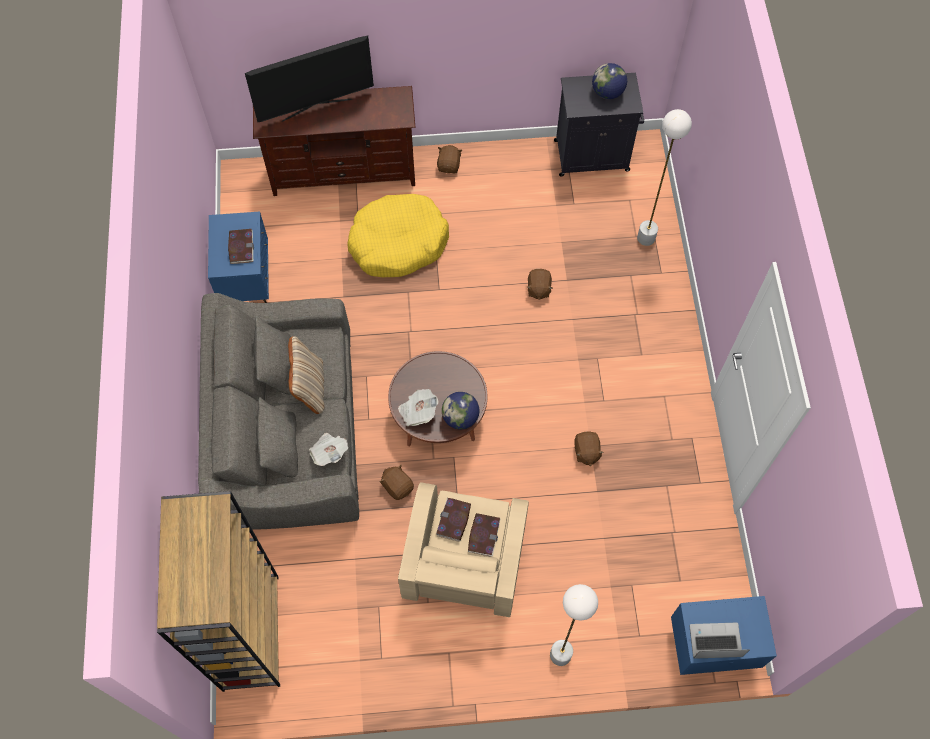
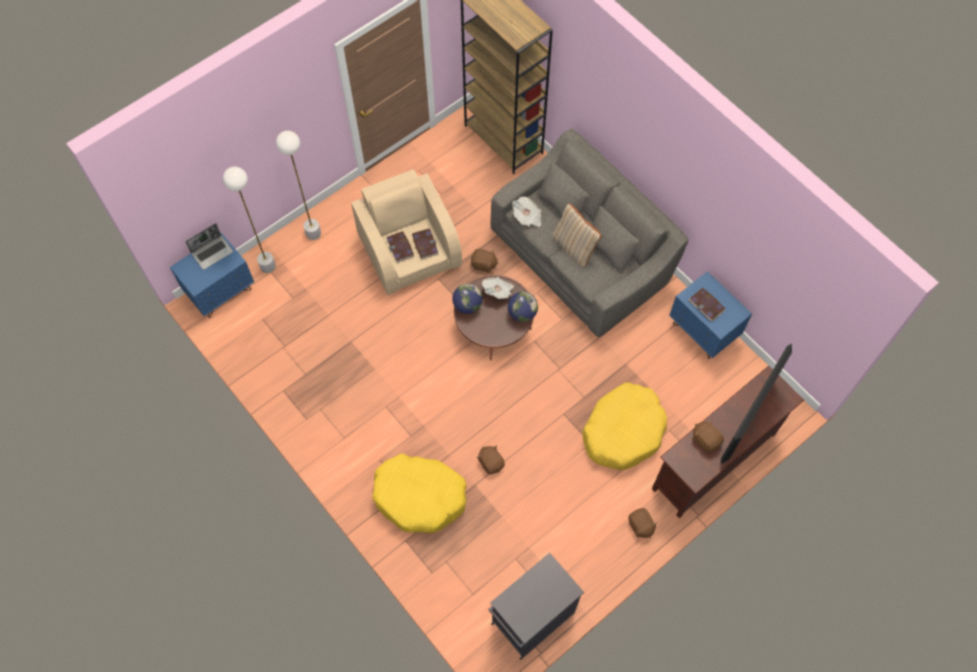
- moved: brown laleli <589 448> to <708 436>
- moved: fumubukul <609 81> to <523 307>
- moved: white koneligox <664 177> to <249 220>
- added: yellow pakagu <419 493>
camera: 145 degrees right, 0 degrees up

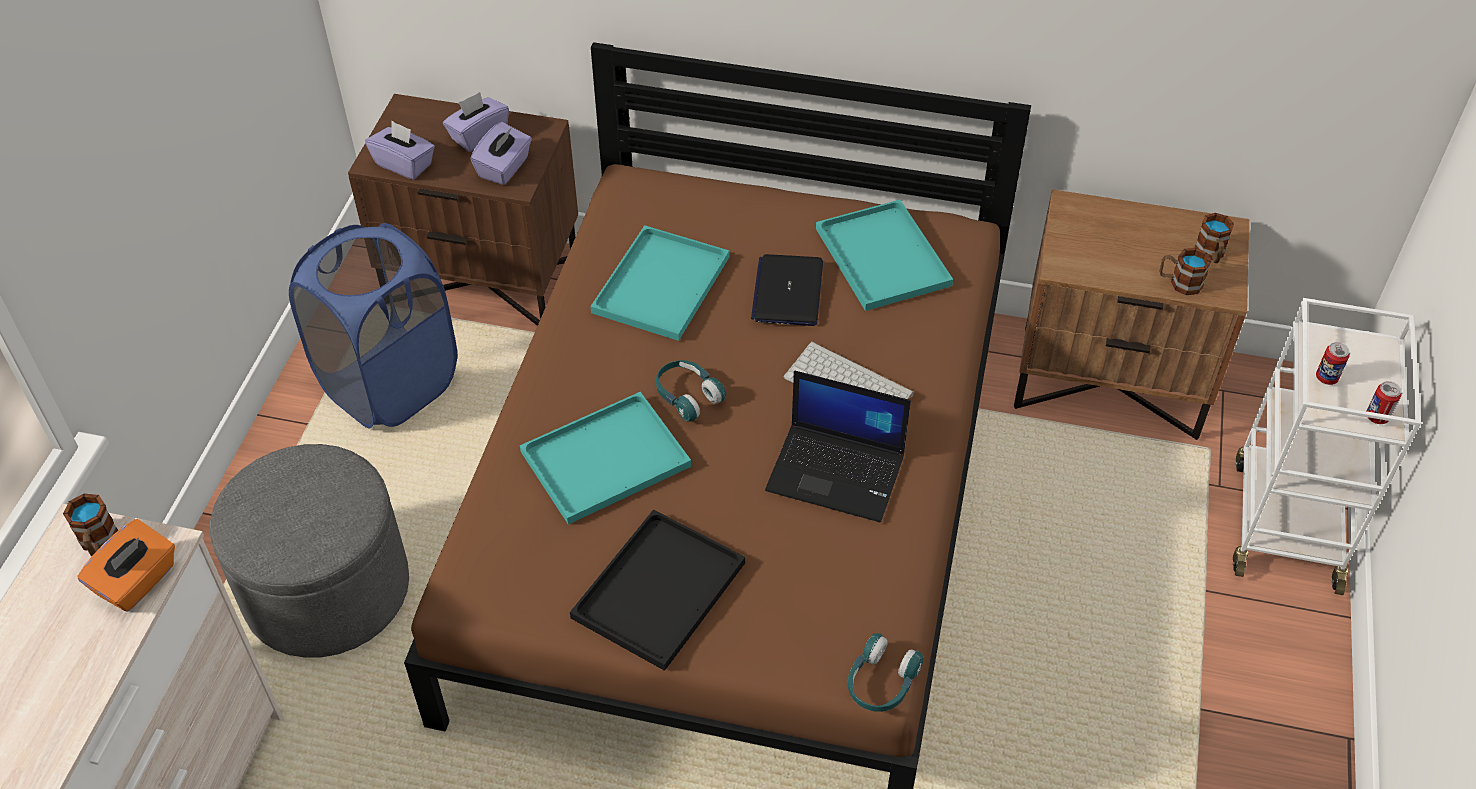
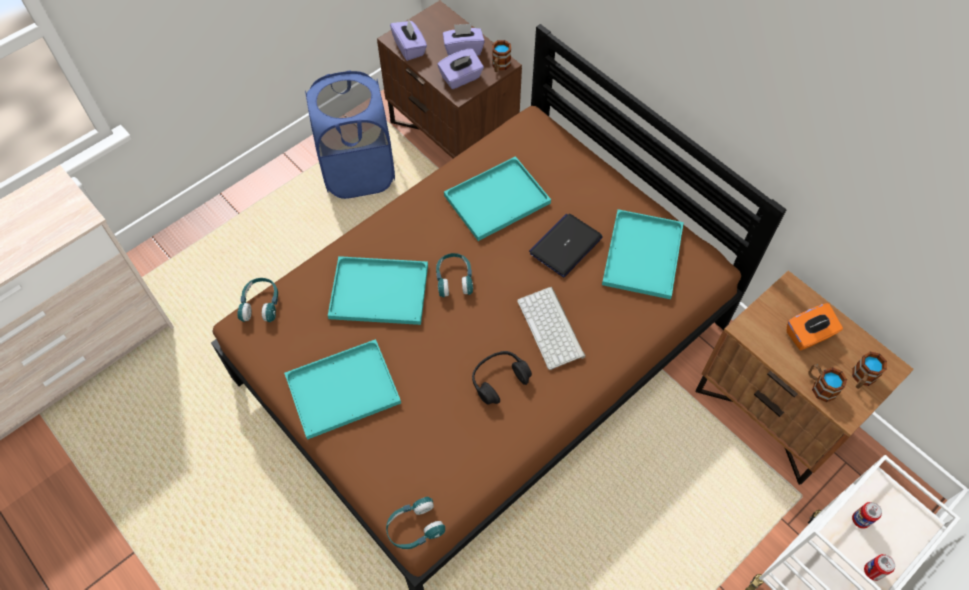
- moved: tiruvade <90 525> to <501 56>
- moved: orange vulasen <126 565> to <815 326>
- removed: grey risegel <309 551>
- recoloured: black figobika <657 590> to turquoise figobika <342 389>
- replaced: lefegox <838 446> to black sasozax <502 378>
- added: turquoise sasozax <257 300>
camera: 35 degrees right, 10 degrees up

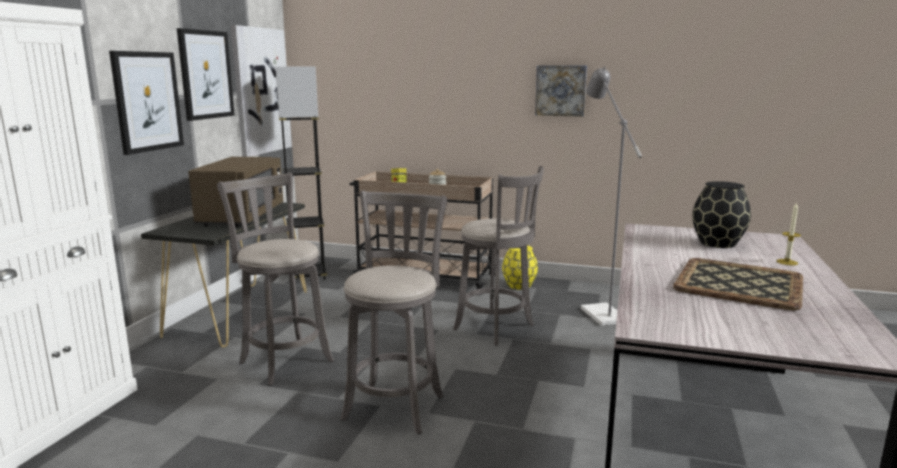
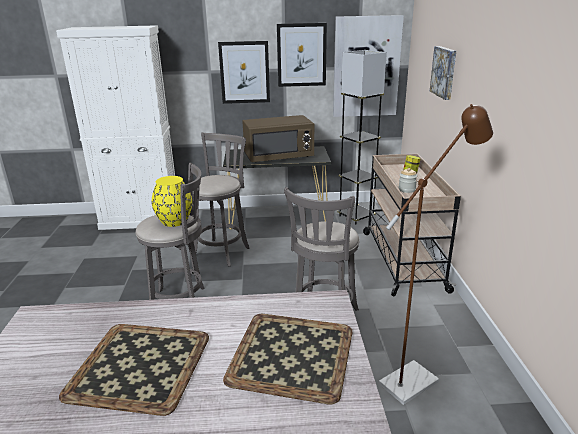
- moved: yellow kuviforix <520 268> to <172 201>
- moved: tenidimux <561 91> to <443 73>
- recoloured: grey koneligox <611 196> to brown koneligox <436 254>
- replaced: black kuviforix <721 214> to figobika <288 359>
- removed: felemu <789 233>
camera: 70 degrees right, 10 degrees up

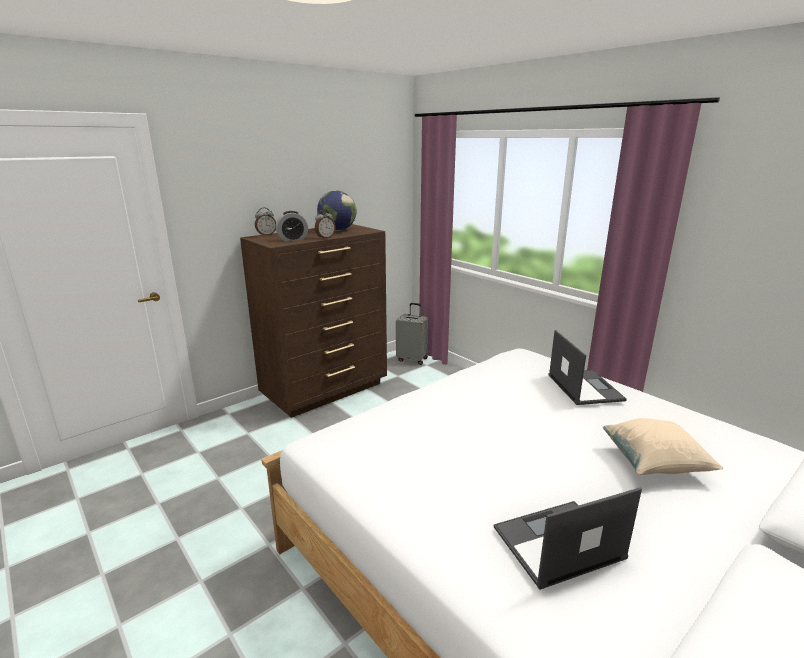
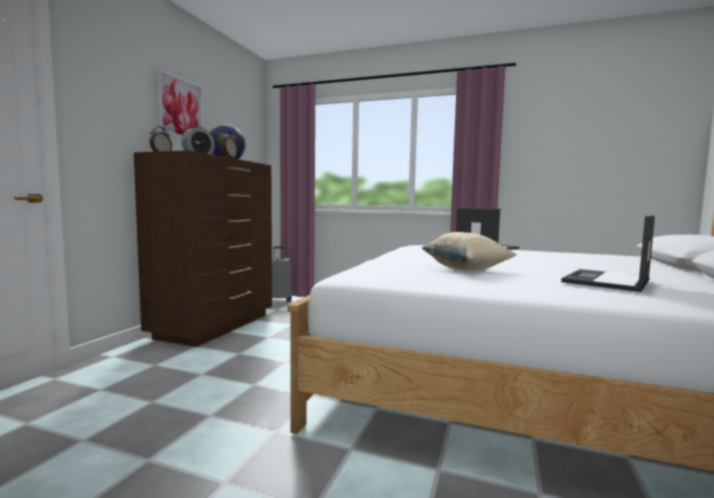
- moved: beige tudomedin <663 446> to <469 251>
- added: tenidimux <180 103>
camera: 30 degrees left, 15 degrees down

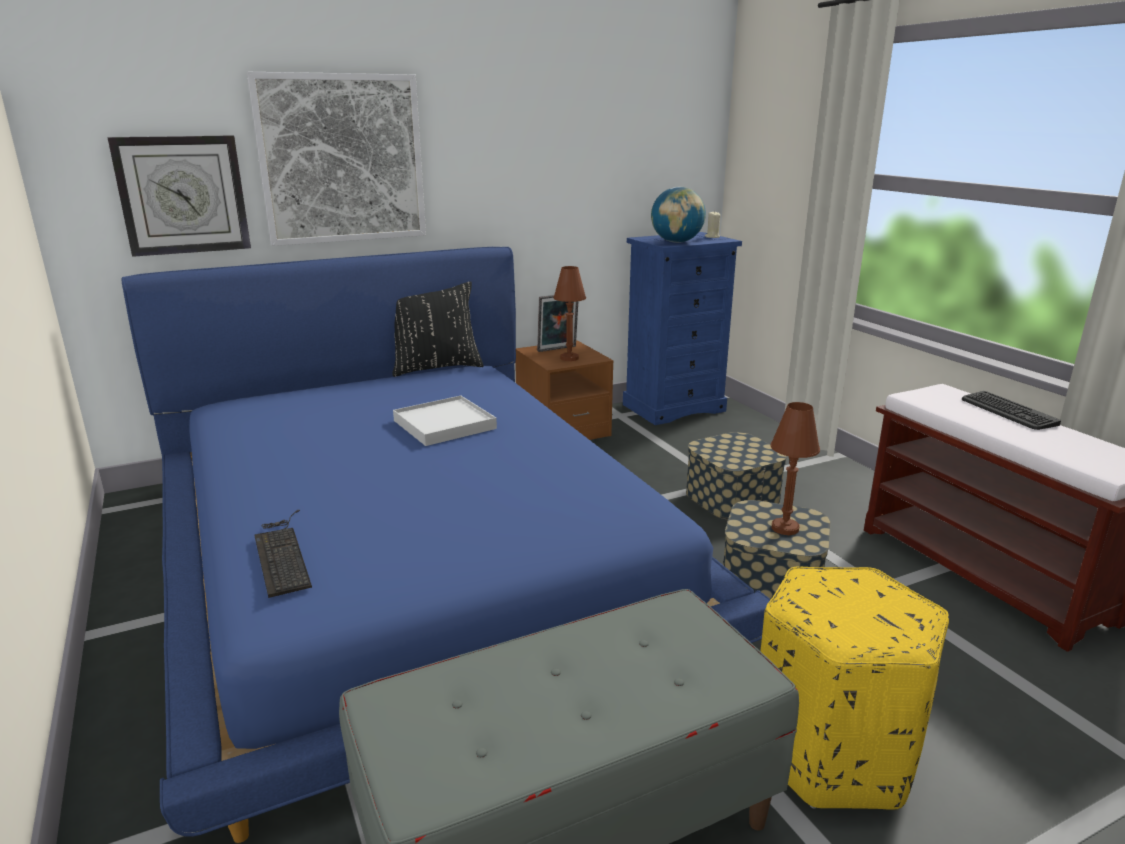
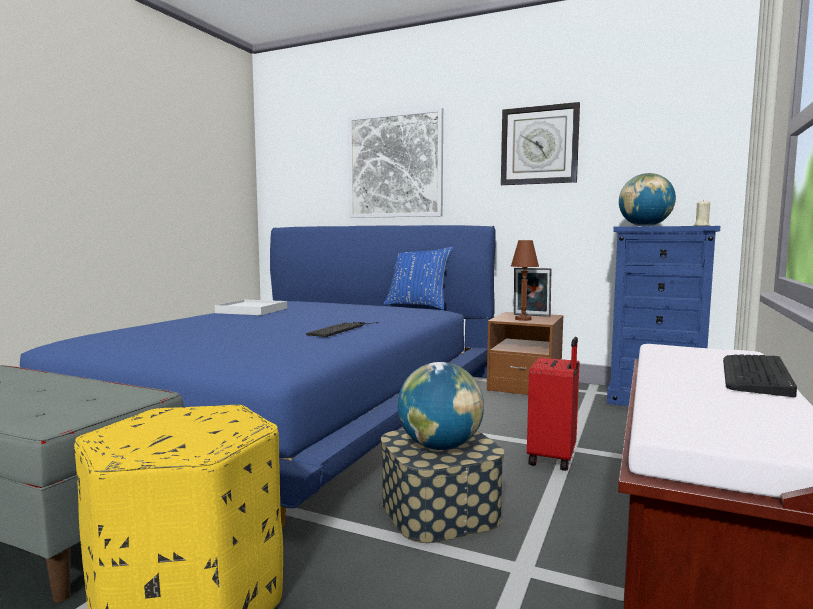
- moved: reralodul <179 196> to <540 143>
- moved: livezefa <283 554> to <342 329>
- recoloured: black tudomedin <438 329> to blue tudomedin <418 278>
- moved: white figobika <445 420> to <251 307>
- replaced: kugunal <736 476> to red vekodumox <553 404>
- replaced: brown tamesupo <795 468> to fumubukul <440 406>
camera: 50 degrees right, 15 degrees down

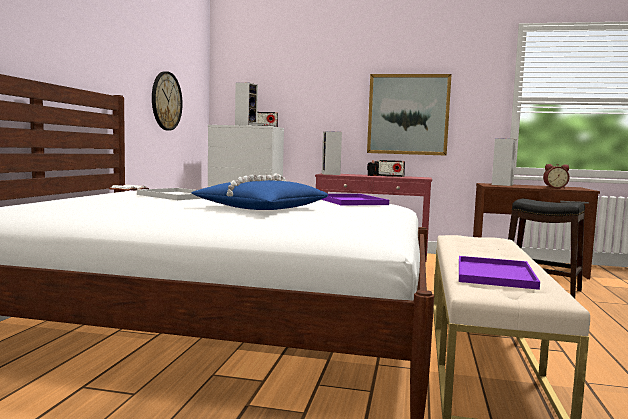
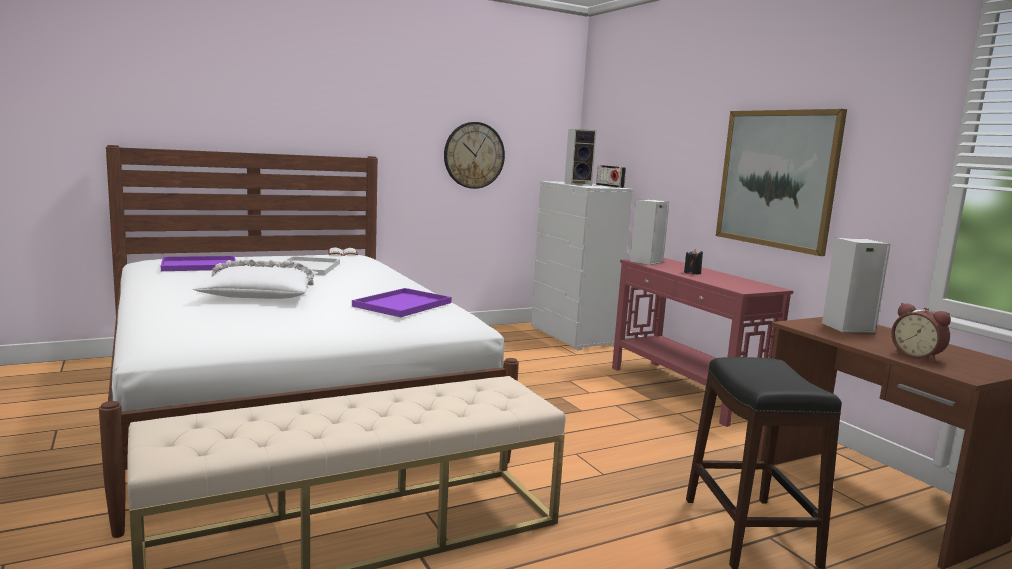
- recoloured: blue tudomedin <260 191> to white tudomedin <255 279>
- removed: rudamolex <391 168>
- moved: purple figobika <499 273> to <198 263>
camera: 50 degrees right, 5 degrees up

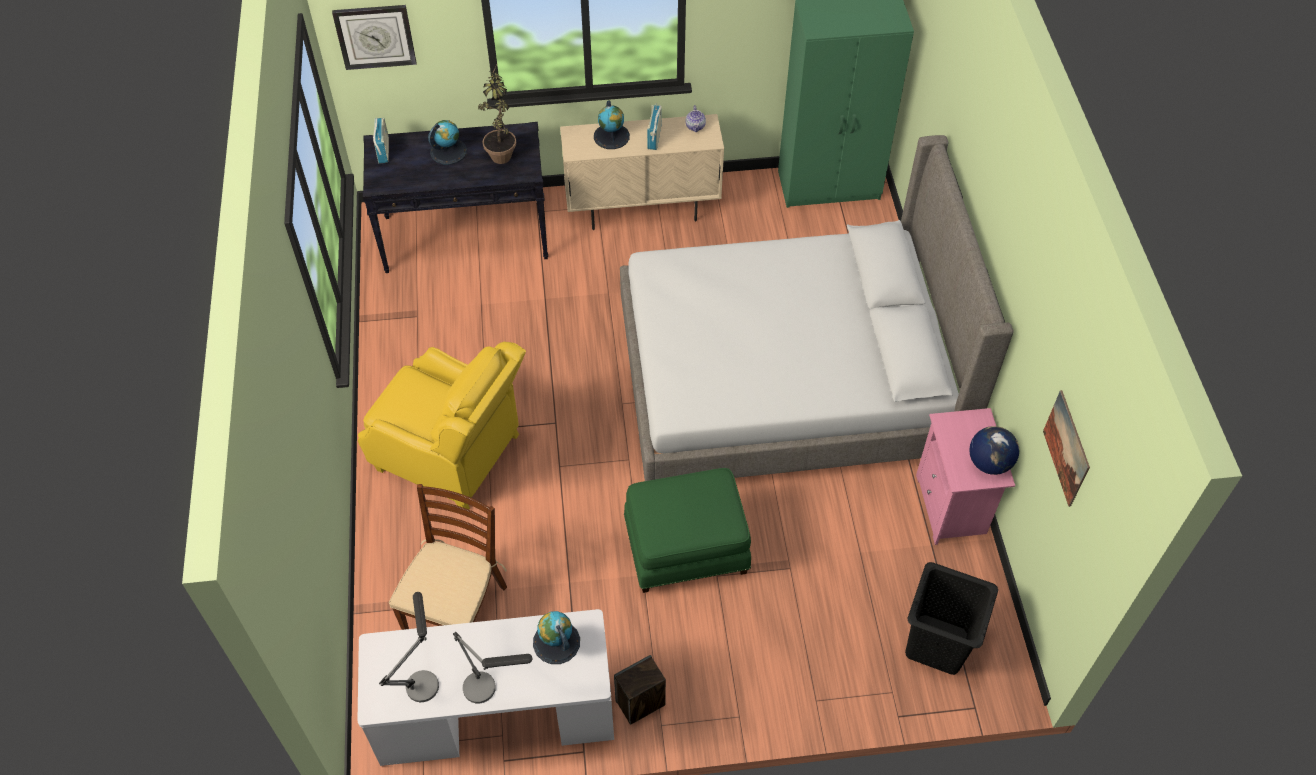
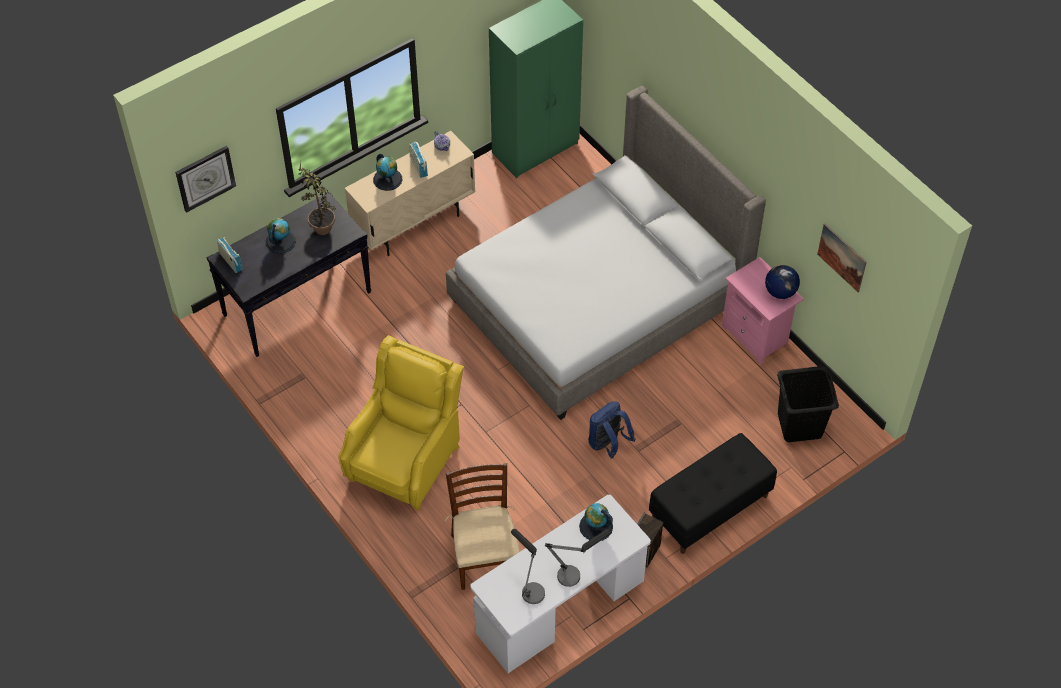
- turned: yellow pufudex <442 426> = <401 422> 60 degrees counterclockwise
- replaced: green risegel <687 530> to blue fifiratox <612 429>
- added: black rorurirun <713 493>
camera: 30 degrees left, 0 degrees up

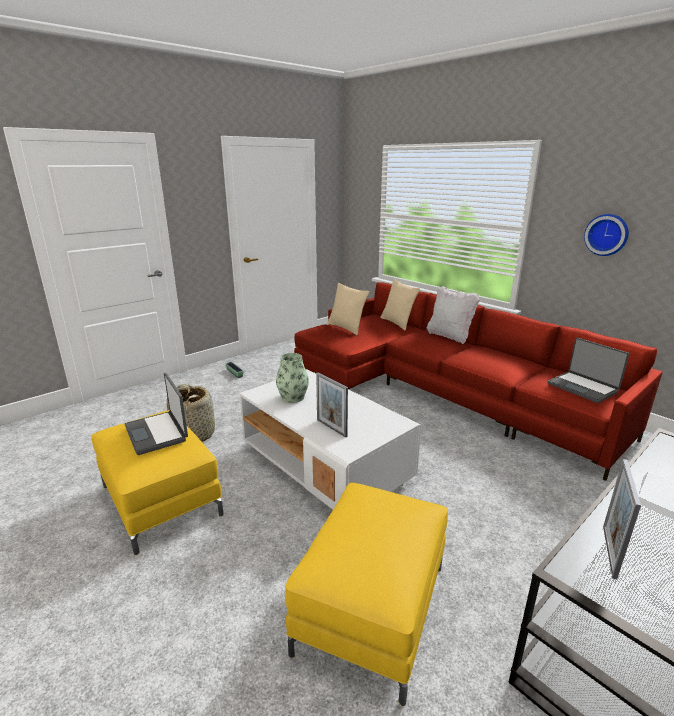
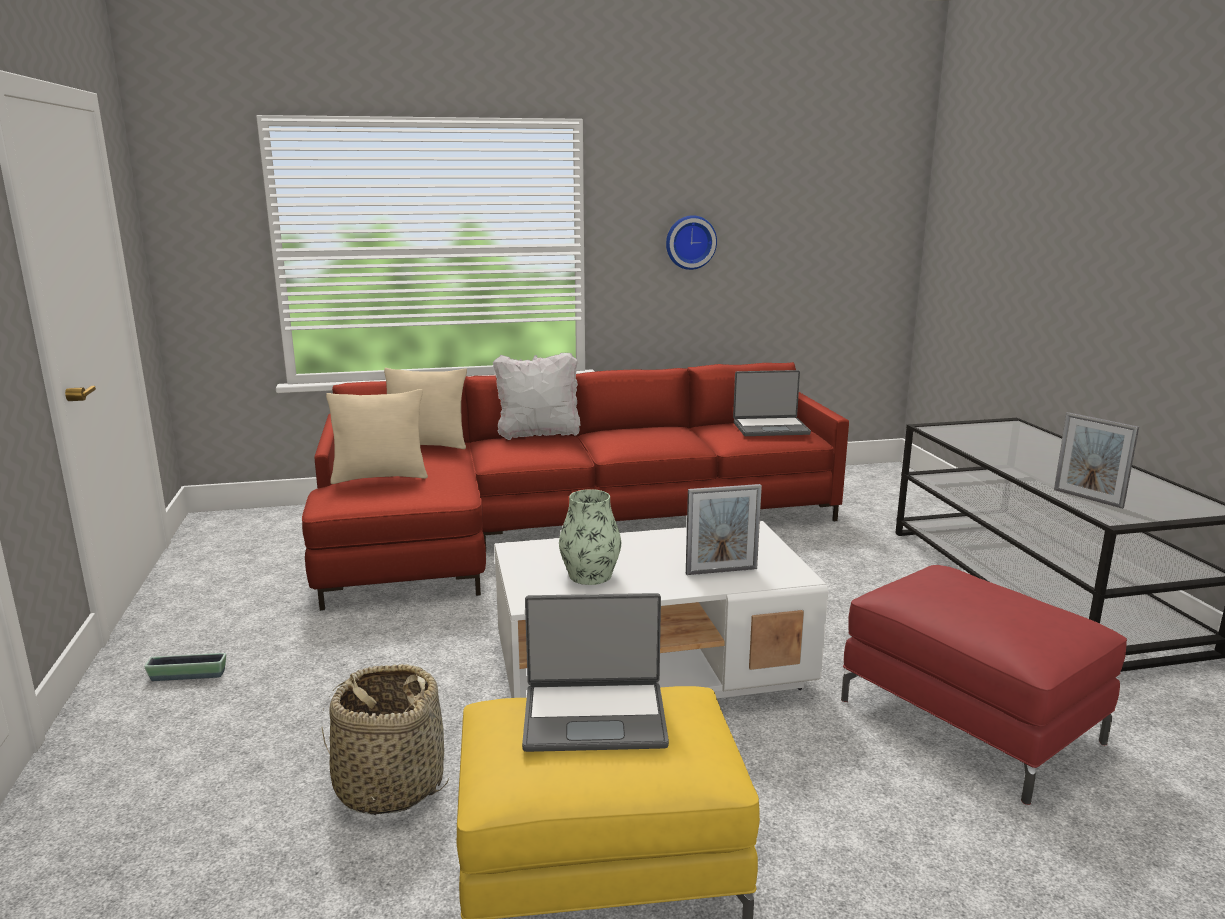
- recoloured: yellow risegel <366 594> to red risegel <984 685>
camera: 60 degrees left, 5 degrees down

